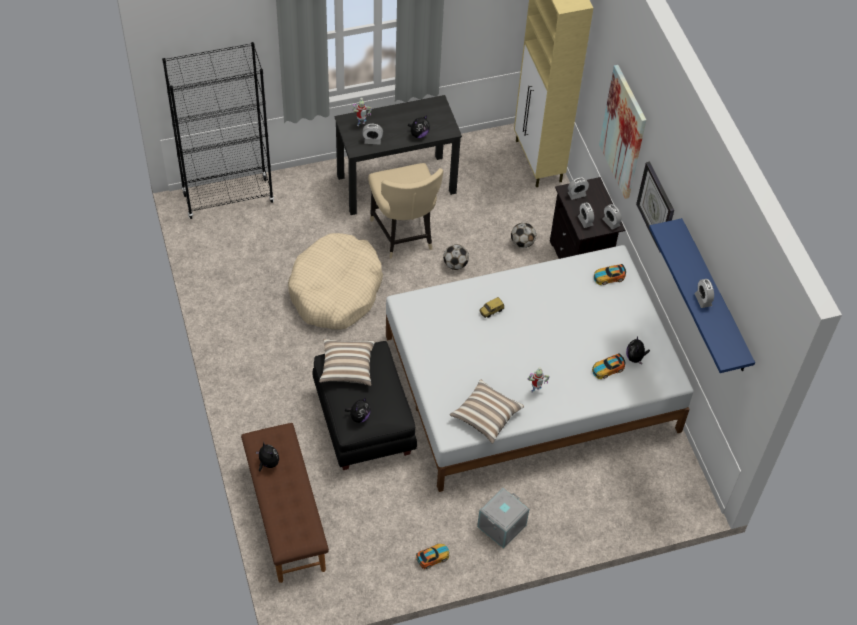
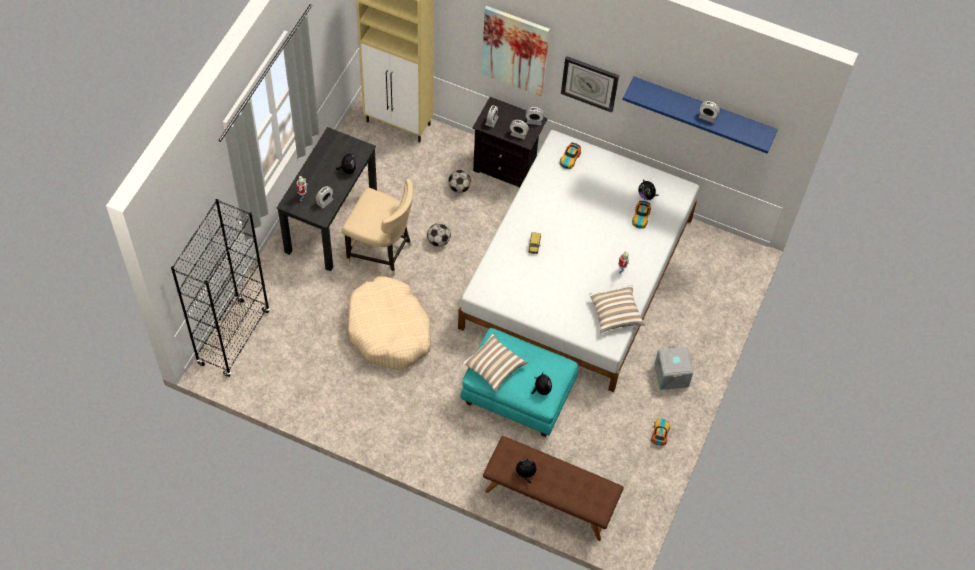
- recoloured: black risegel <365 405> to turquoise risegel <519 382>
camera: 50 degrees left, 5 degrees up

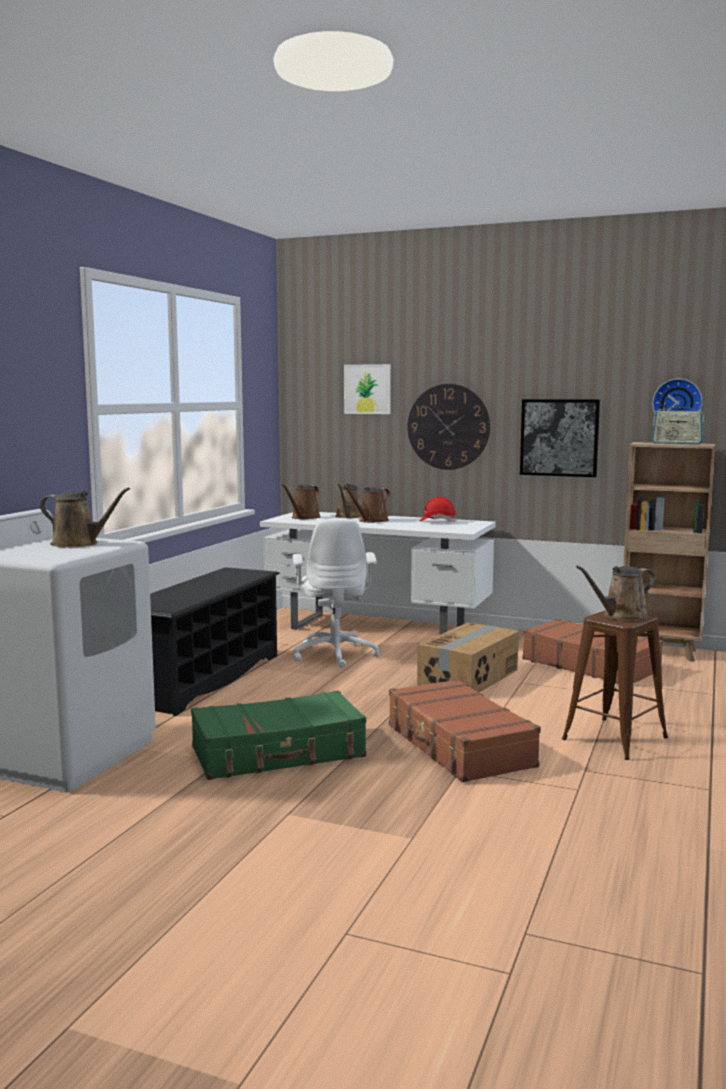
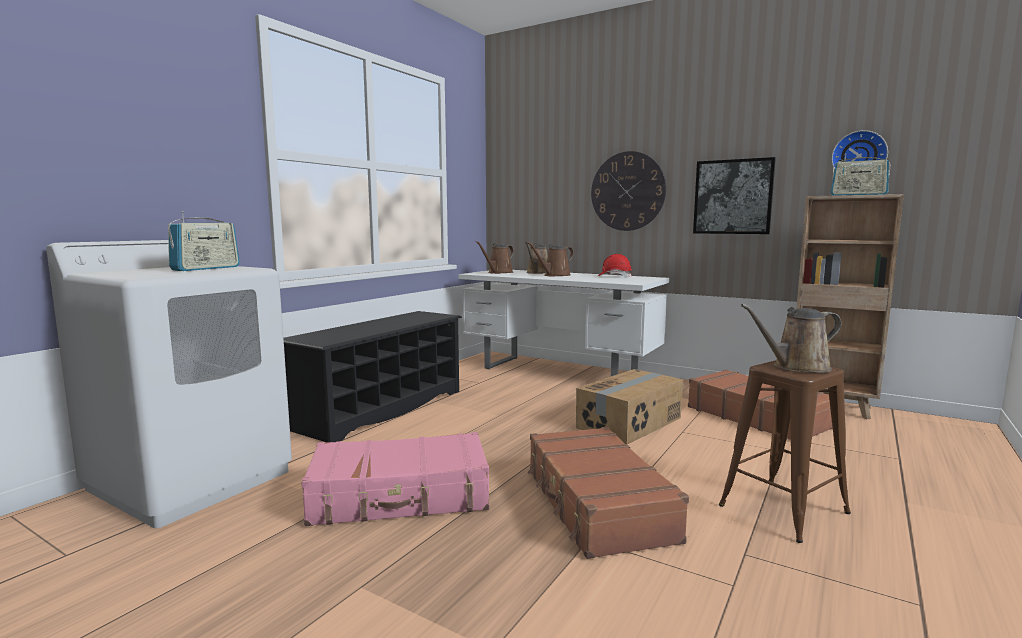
- replaced: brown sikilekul <85 517> to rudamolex <204 241>
- recoloured: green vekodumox <278 735> to pink vekodumox <395 479>
- removed: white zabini <336 593>
- removed: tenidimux <367 389>
camera: 10 degrees right, 0 degrees up

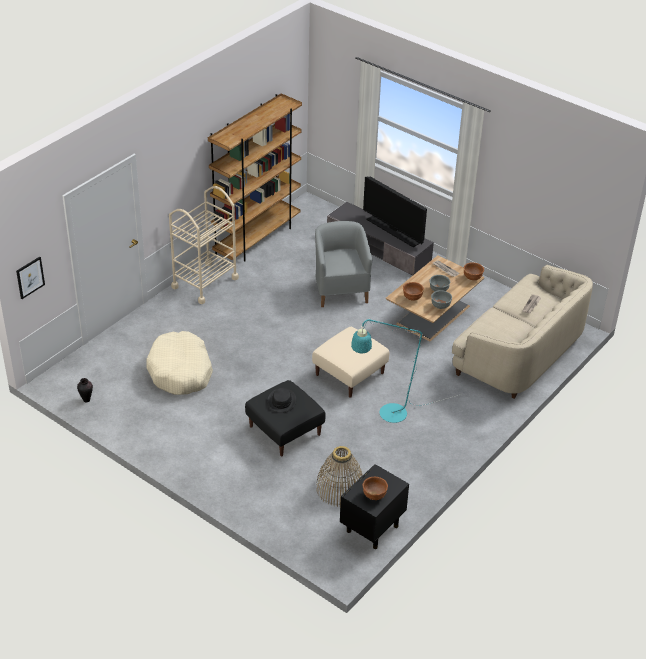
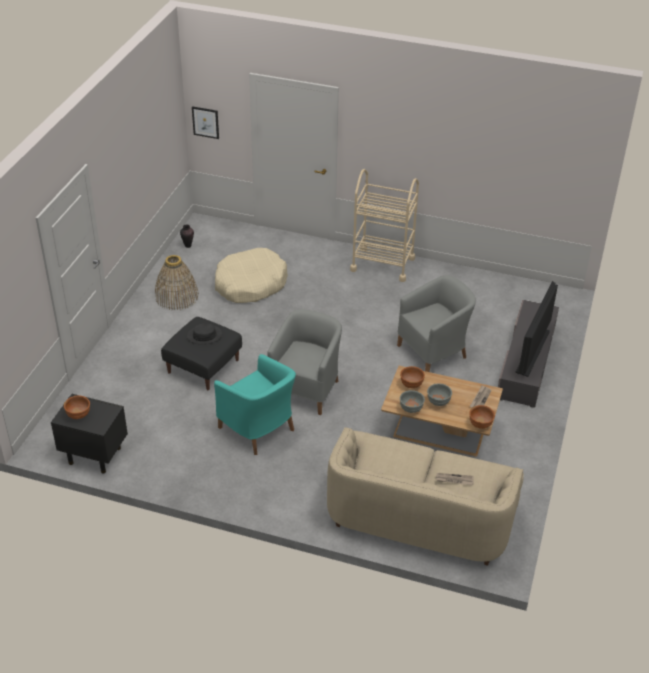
- removed: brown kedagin <255 177>
- replaced: beige risegel <350 362> to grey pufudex <304 362>
- moved: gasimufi <339 476> to <177 282>
- replaced: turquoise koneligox <406 371> to turquoise pufudex <255 404>
camera: 70 degrees right, 0 degrees up

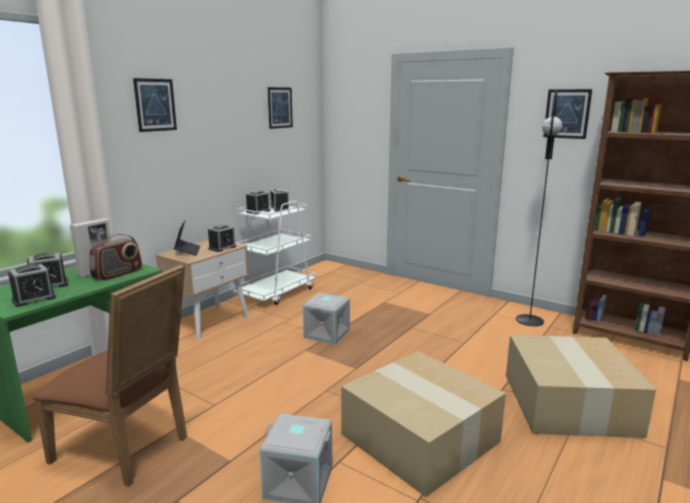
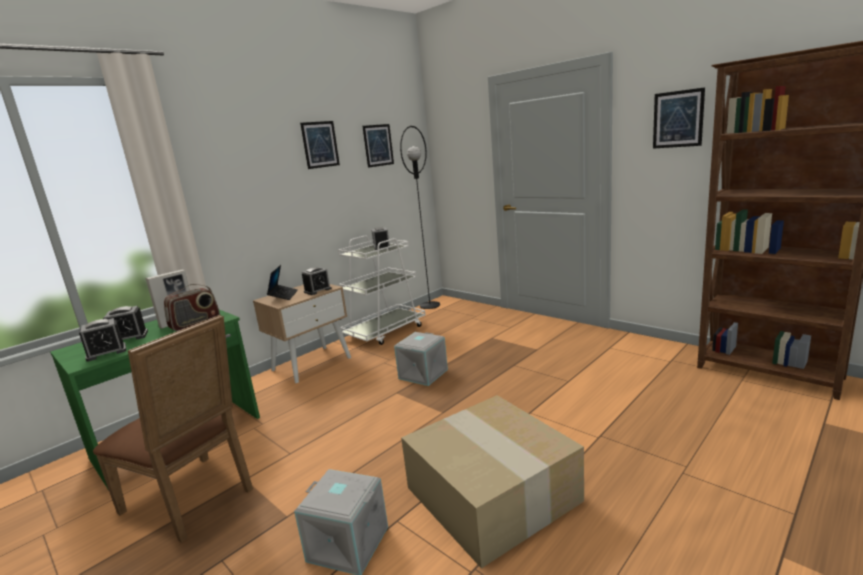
- moved: tenidimux <155 105> to <320 145>
- removed: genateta <258 202>
- removed: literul <581 386>
- moved: black koneligox <539 208> to <420 217>
camera: 10 degrees right, 0 degrees up

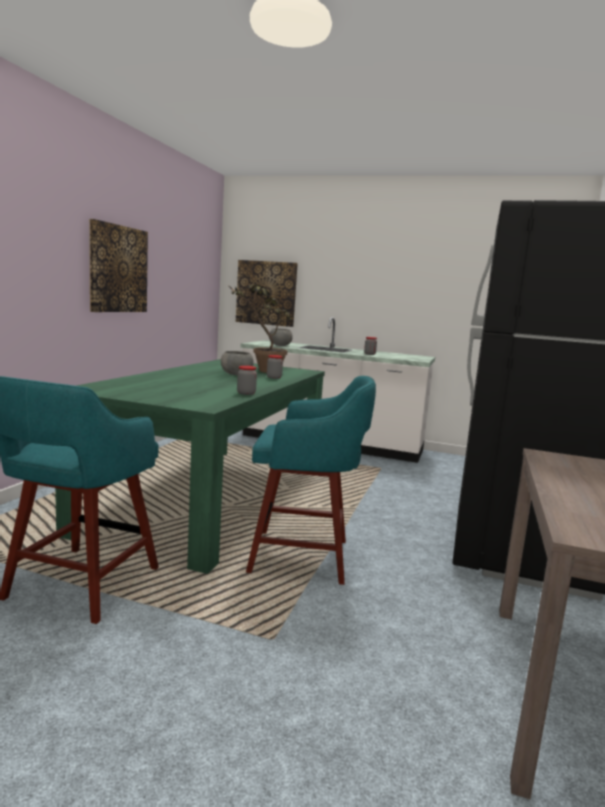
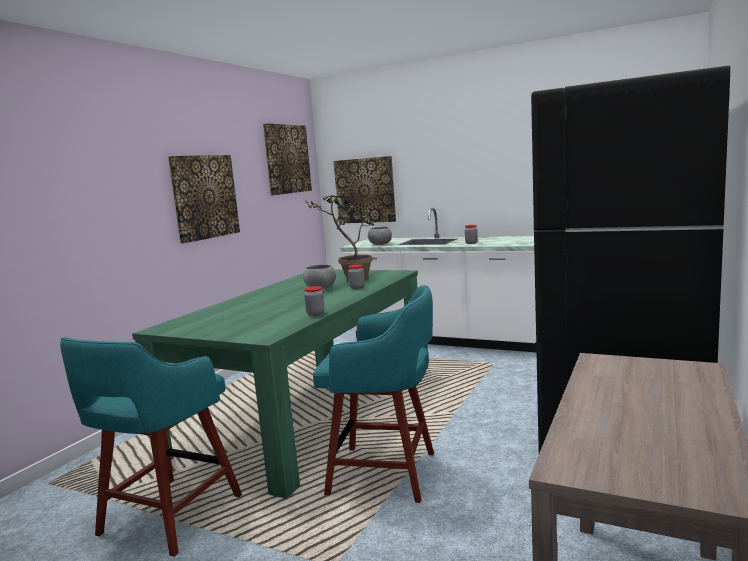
- added: tenidimux <287 159>
camera: 10 degrees right, 0 degrees up

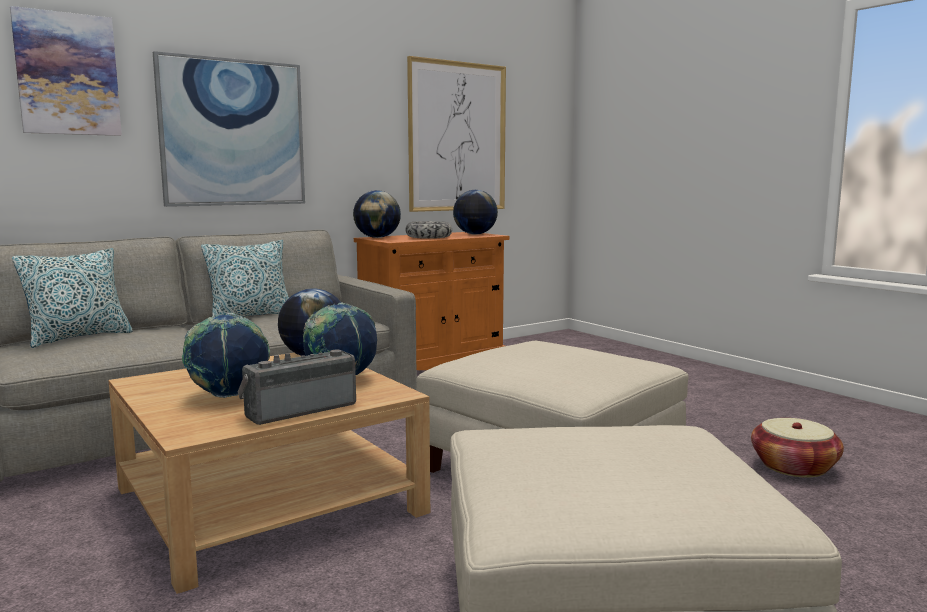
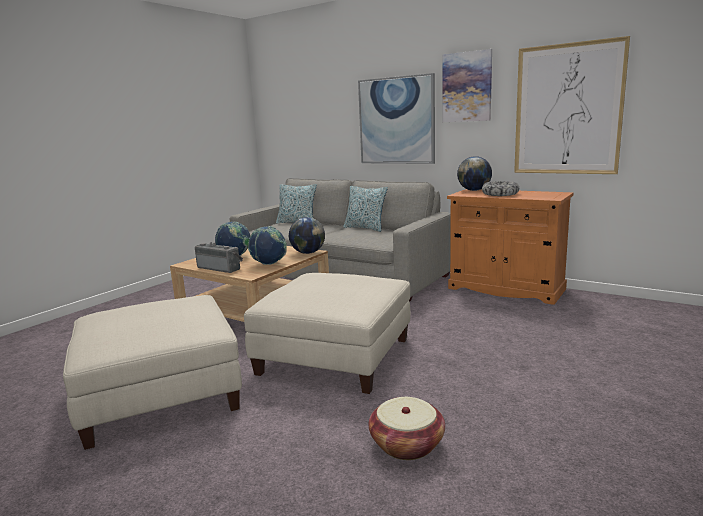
- moved: tenidimux <66 71> to <467 85>
- removed: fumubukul <475 212>
camera: 70 degrees right, 5 degrees up

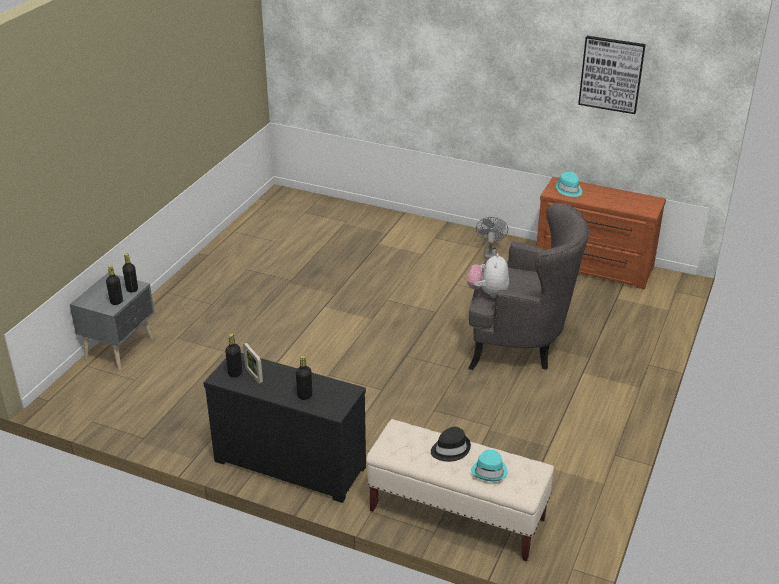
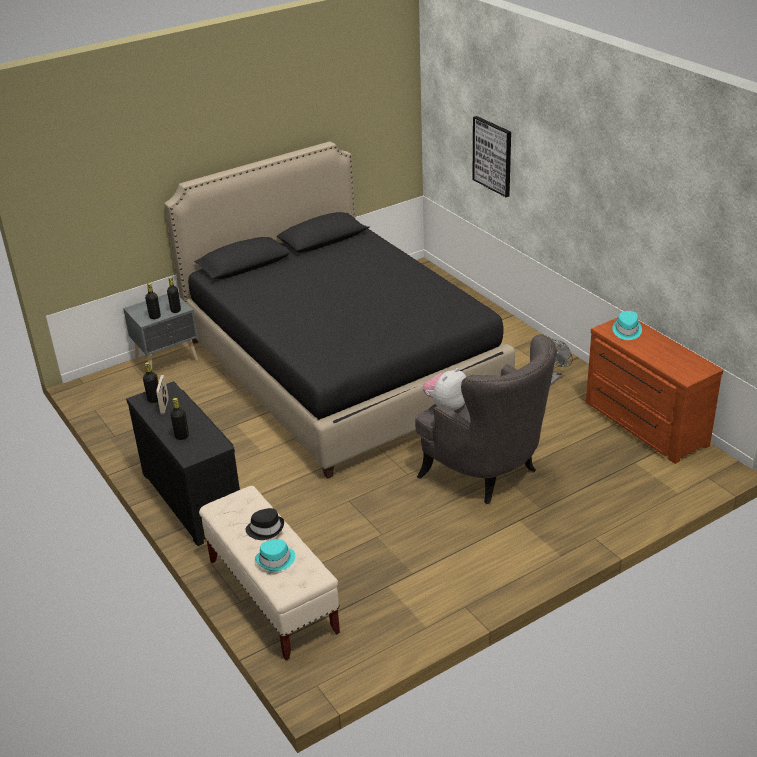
- moved: tenidimux <612 75> to <492 156>
- added: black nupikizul <339 310>
camera: 35 degrees right, 0 degrees up

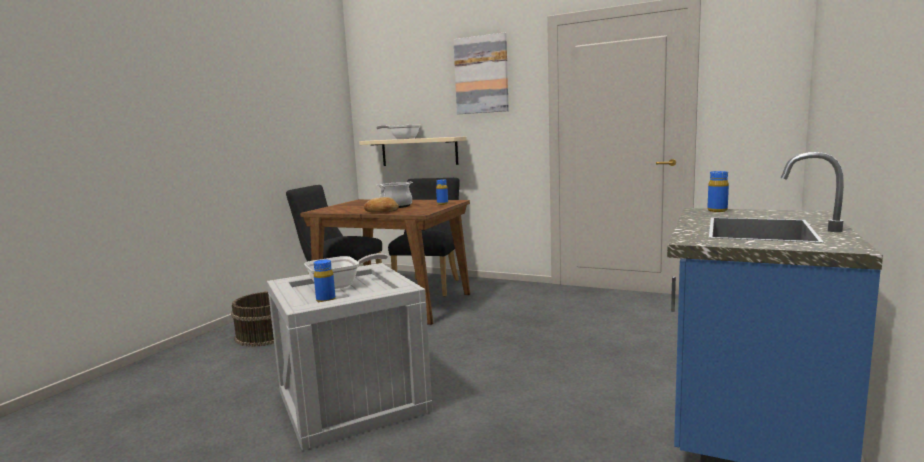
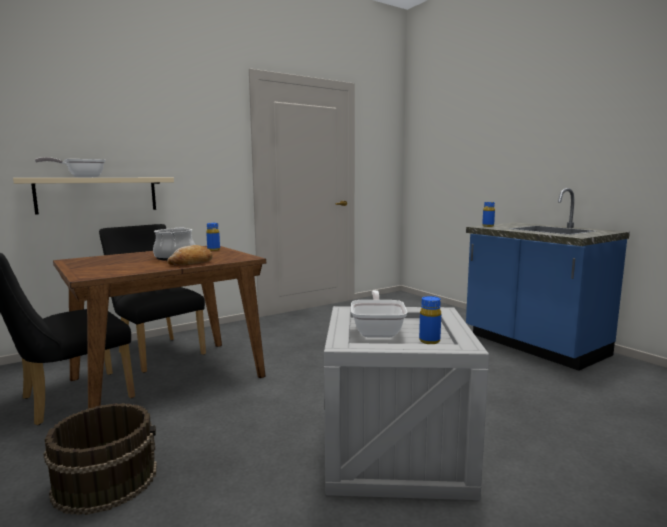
- removed: tenidimux <481 73>
camera: 60 degrees left, 0 degrees up

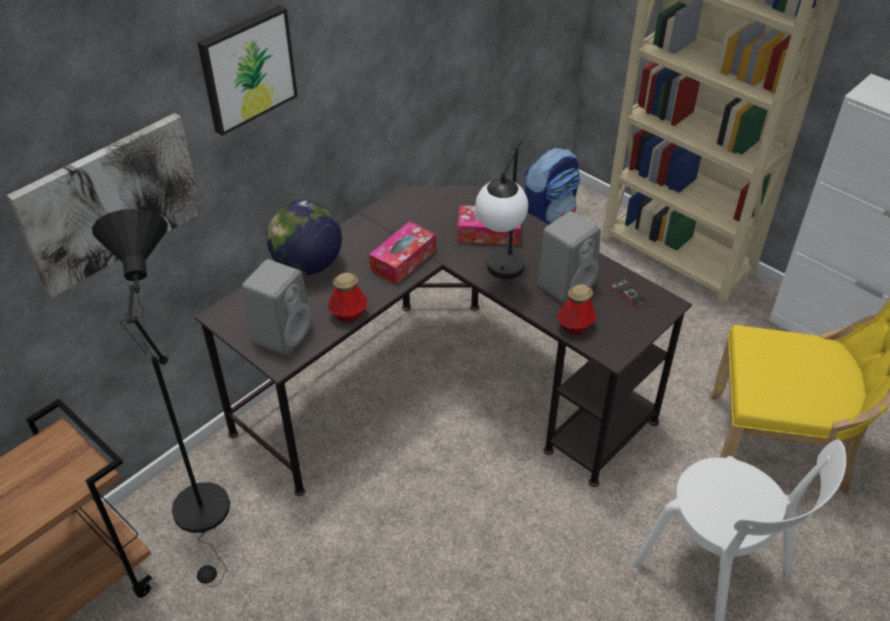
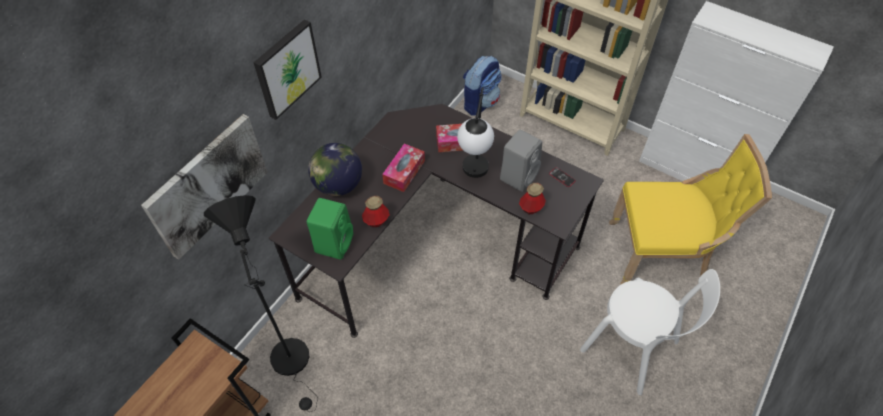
- recoloured: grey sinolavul <277 307> to green sinolavul <330 229>
camera: 10 degrees left, 10 degrees up

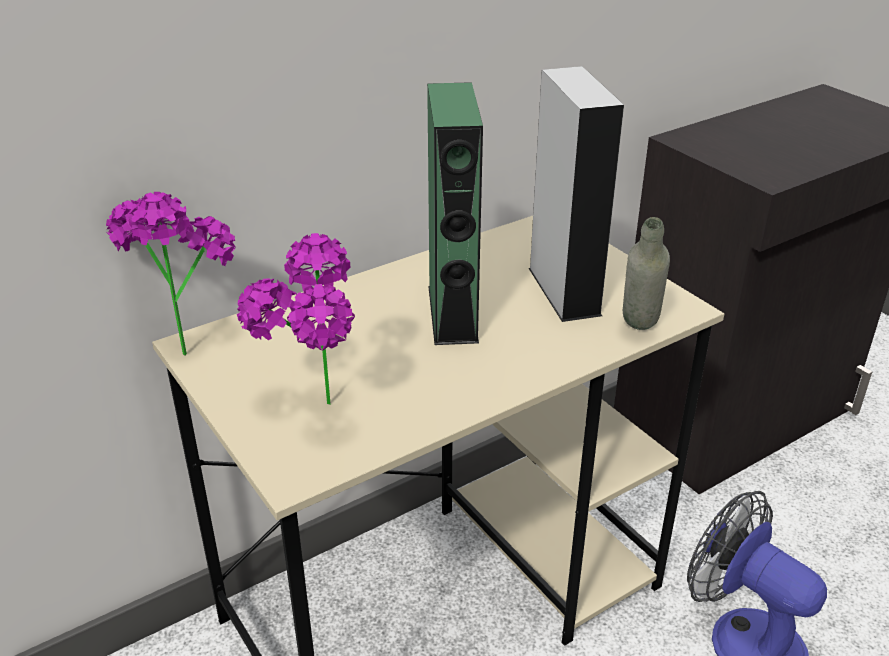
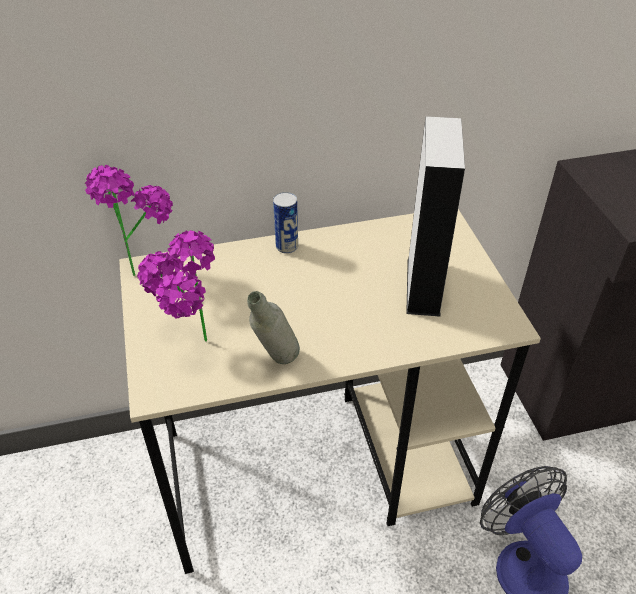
- removed: green sinolavul <455 213>
- moved: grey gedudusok <646 273> to <273 327>
- added: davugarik <285 223>
camera: 20 degrees right, 10 degrees up

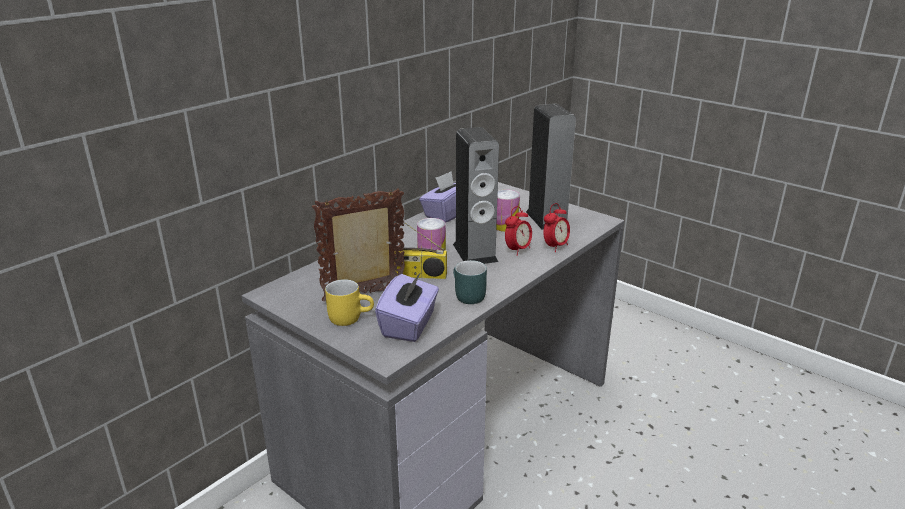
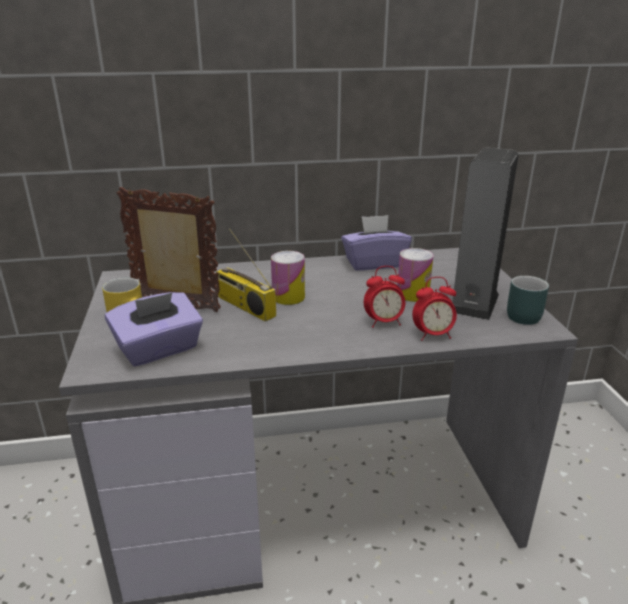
- removed: sinolavul <476 195>
- moved: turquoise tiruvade <470 282> to <528 300>
camera: 40 degrees right, 0 degrees up

